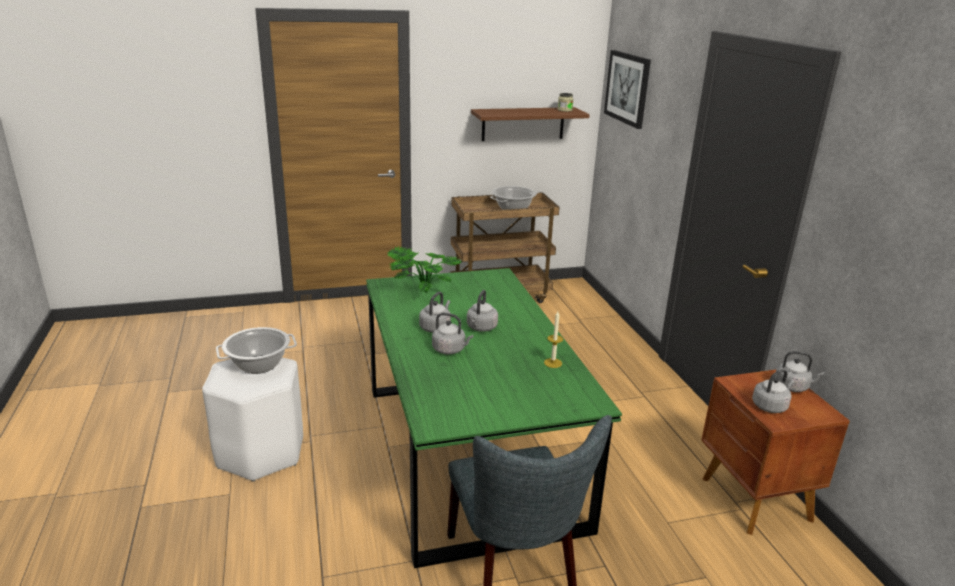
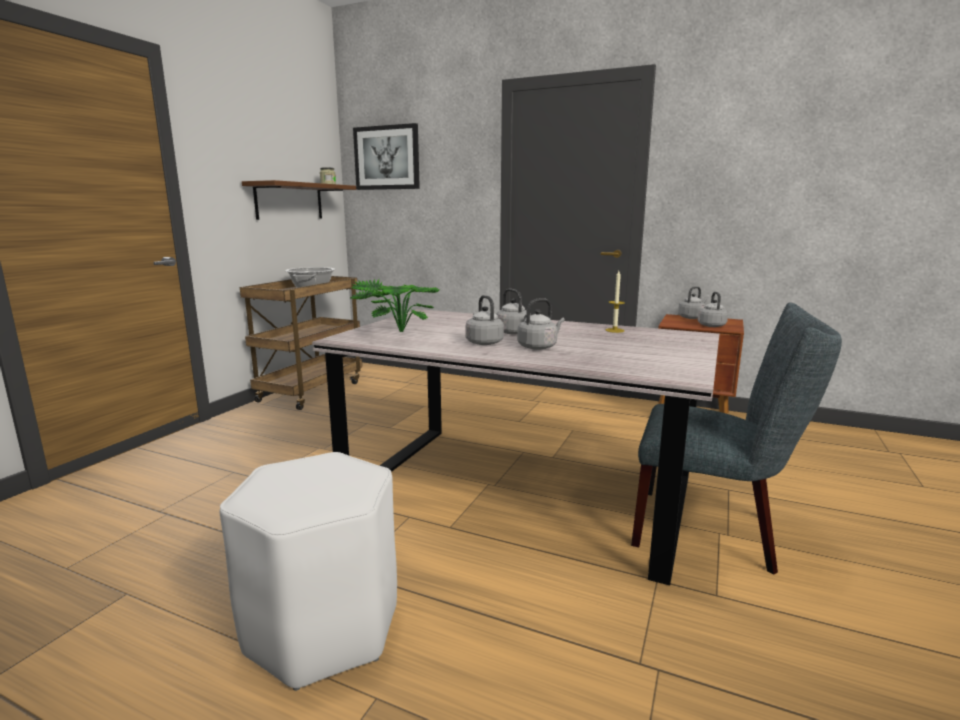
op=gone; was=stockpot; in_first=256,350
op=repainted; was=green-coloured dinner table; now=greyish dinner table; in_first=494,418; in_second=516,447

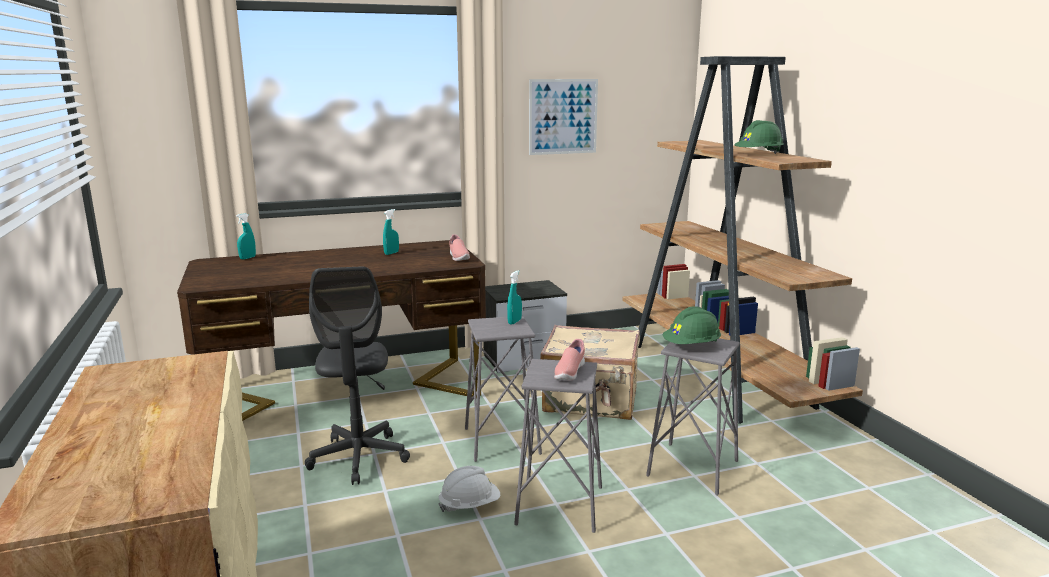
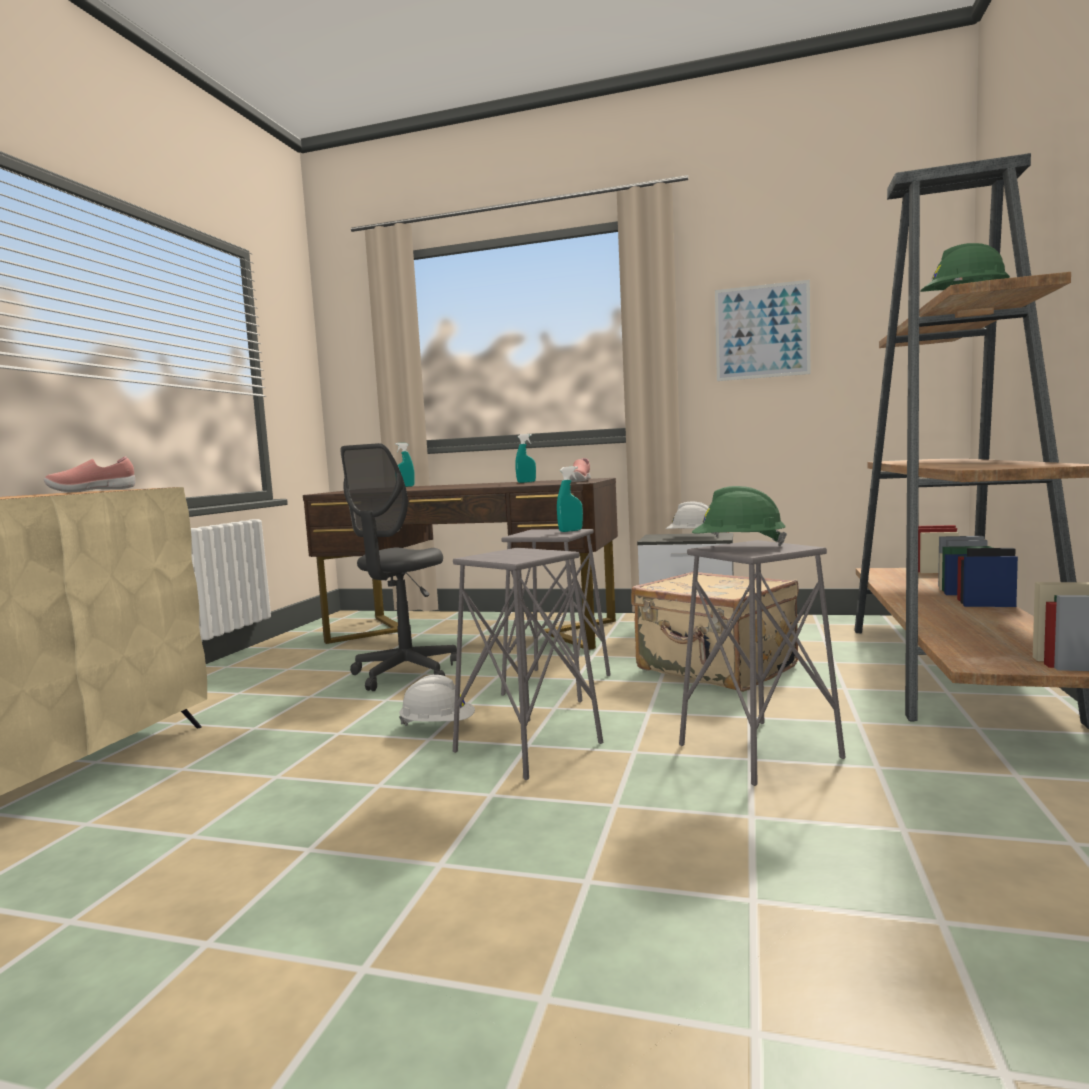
op=shifted; was=pink-coloured shoe; in_first=569,359; in_second=89,474
op=new; now=whitish work helmet; in_second=692,519

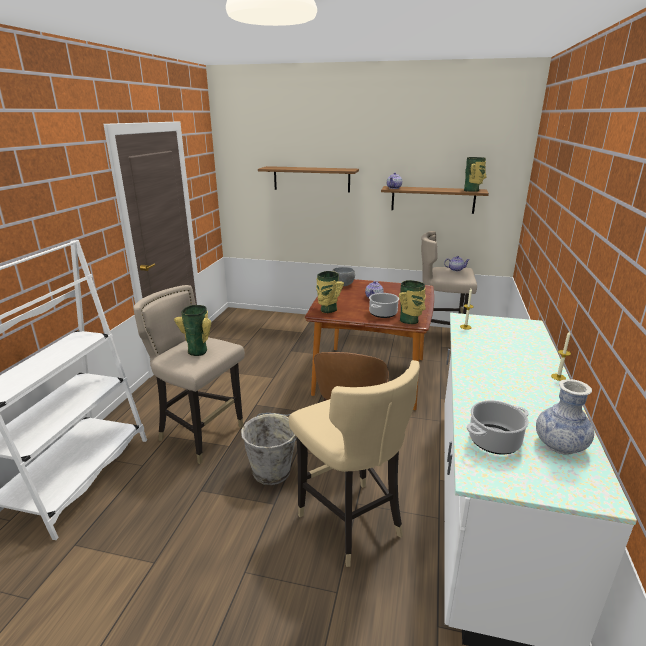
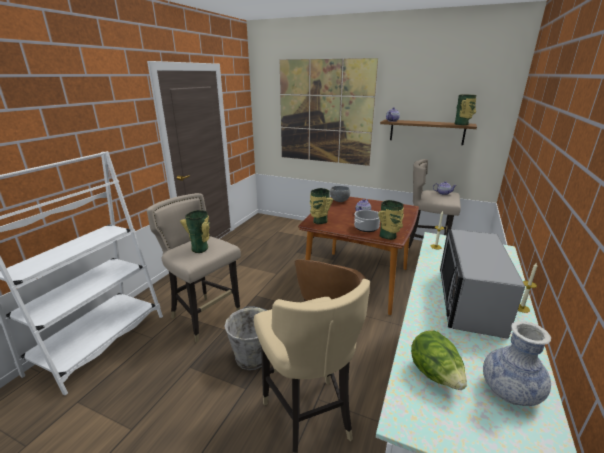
op=swapped; was=shelf; now=wall picture; in_first=308,179; in_second=329,112
op=swapped; was=stockpot; now=lettuce head; in_first=498,427; in_second=439,360
op=new; now=microwave oven; in_second=482,284

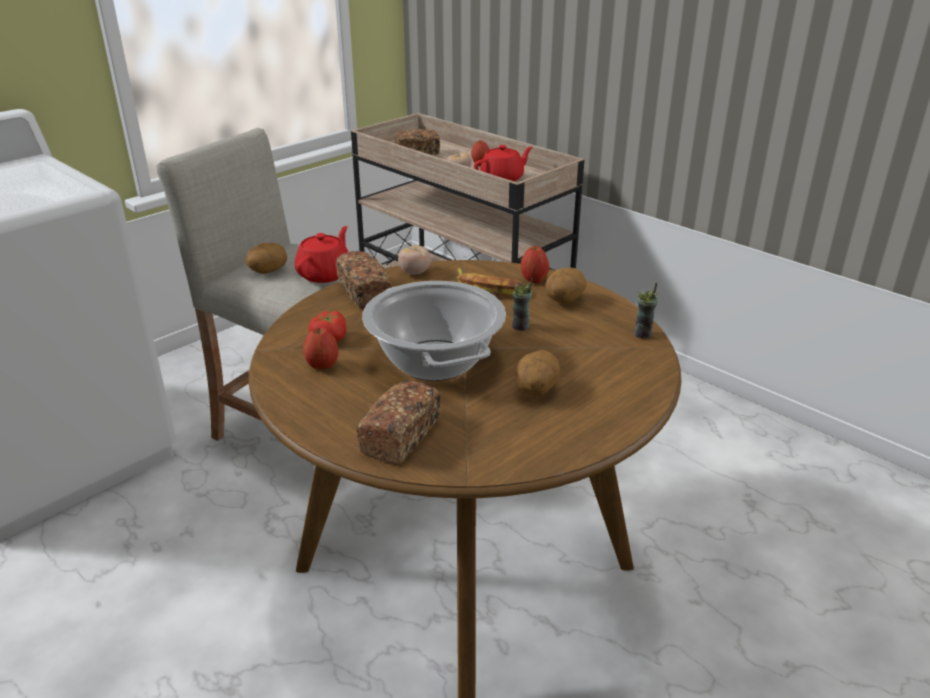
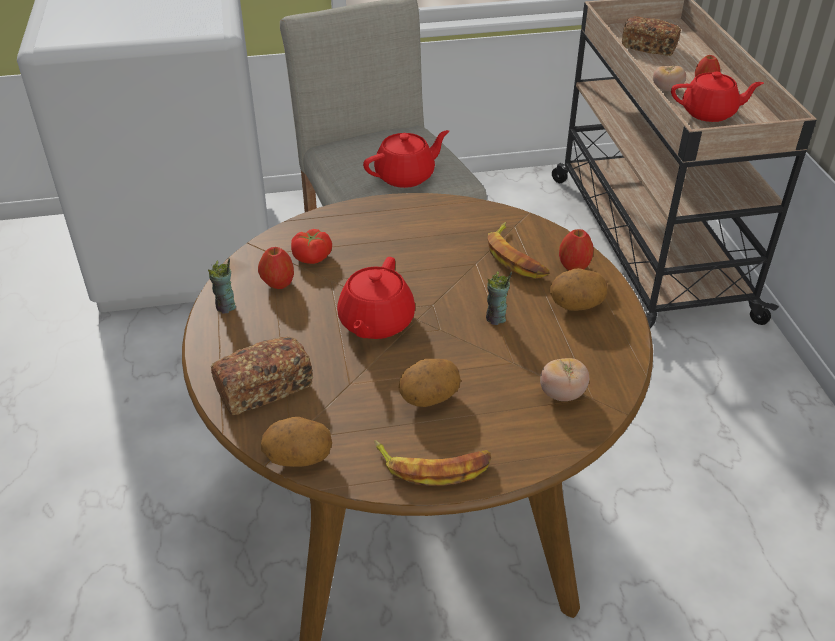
op=shifted; was=spud; in_first=266,258; in_second=296,442
op=gone; was=bread; in_first=364,280
op=swapped; was=stockpot; now=red pot for tea; in_first=434,331; in_second=376,298
op=shifted; was=whole tomato; in_first=414,260; in_second=564,379
op=shifted; was=cup; in_first=646,310; in_second=221,286
op=new; now=banana fruit; in_second=432,463

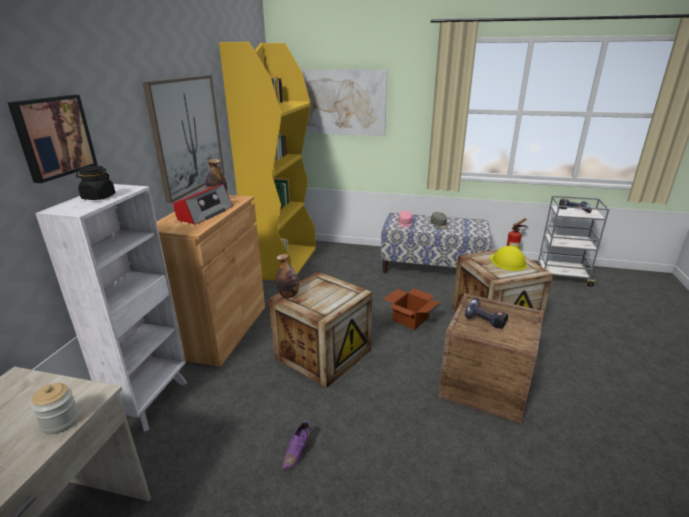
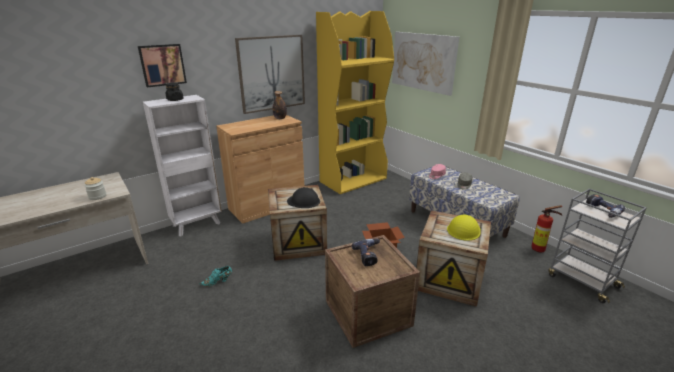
op=gone; was=radio receiver; in_first=203,204
op=gone; was=beverage bottle; in_first=287,276
op=repainted; was=purple shoe; now=blue-green shoe; in_first=296,446; in_second=215,276
op=new; now=black-coloured work helmet; in_second=303,197

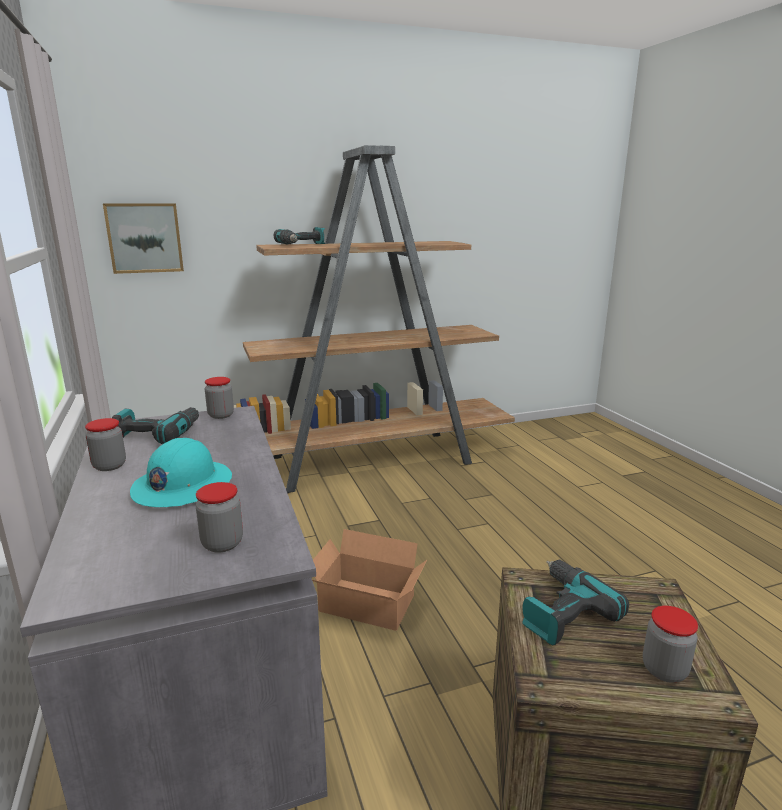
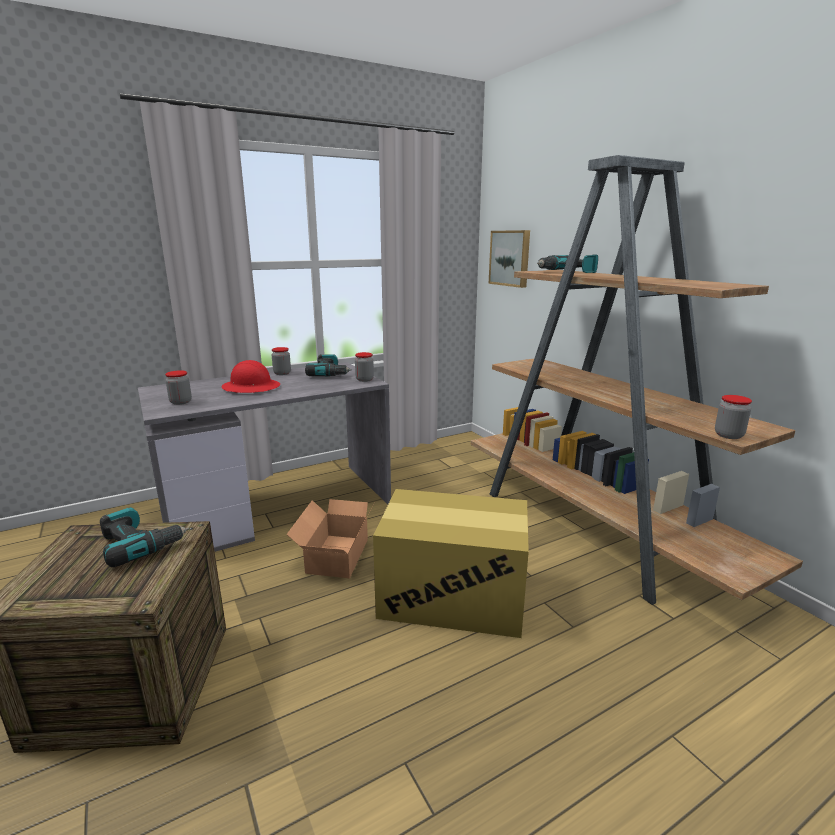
op=repainted; was=blue-green work helmet; now=red work helmet; in_first=181,472; in_second=251,376
op=shifted; was=storage jar; in_first=670,644; in_second=733,417
op=new; now=carton; in_second=451,563

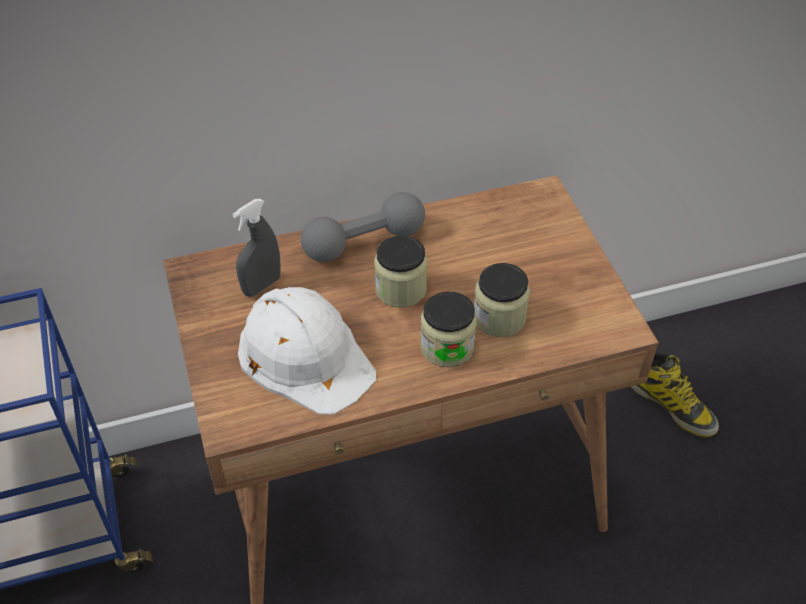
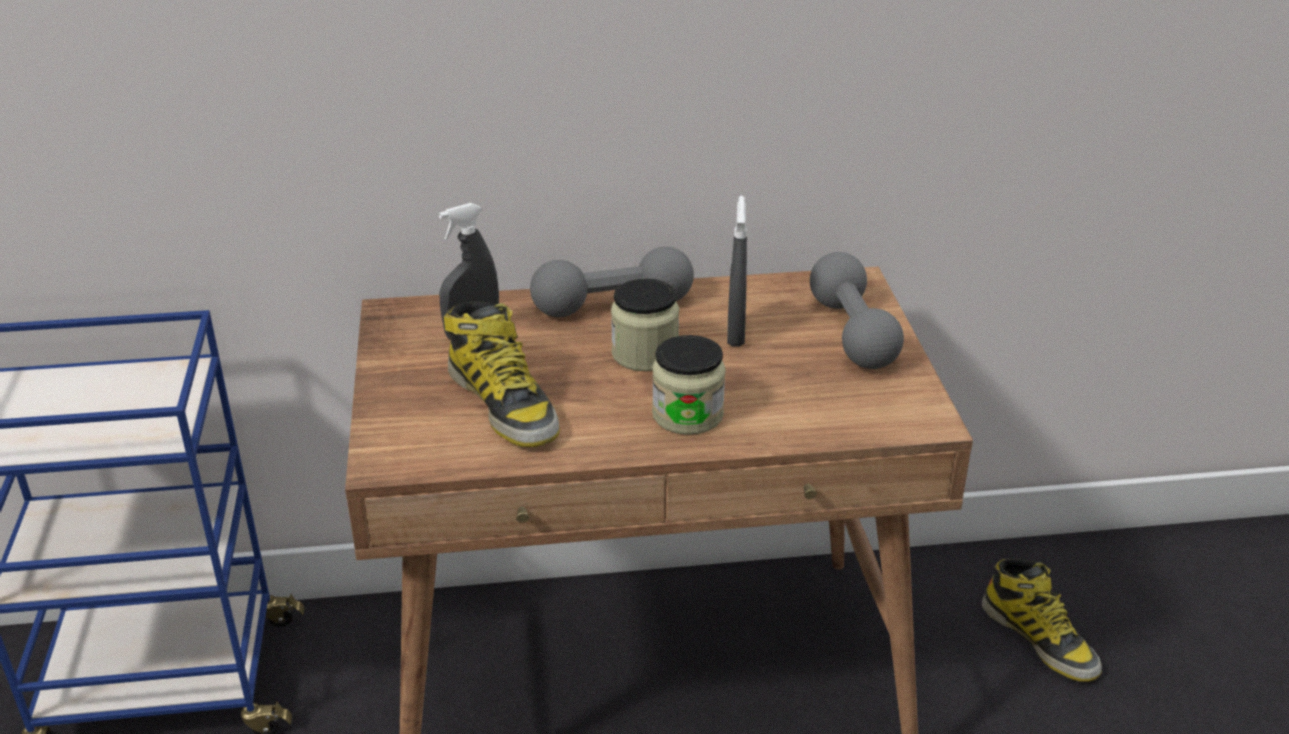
op=swapped; was=whitish work helmet; now=boot; in_first=307,351; in_second=502,374
op=gone; was=storage jar; in_first=502,300
op=new; now=greyish sprayer; in_second=737,271
op=new; now=greyish free weight; in_second=857,310

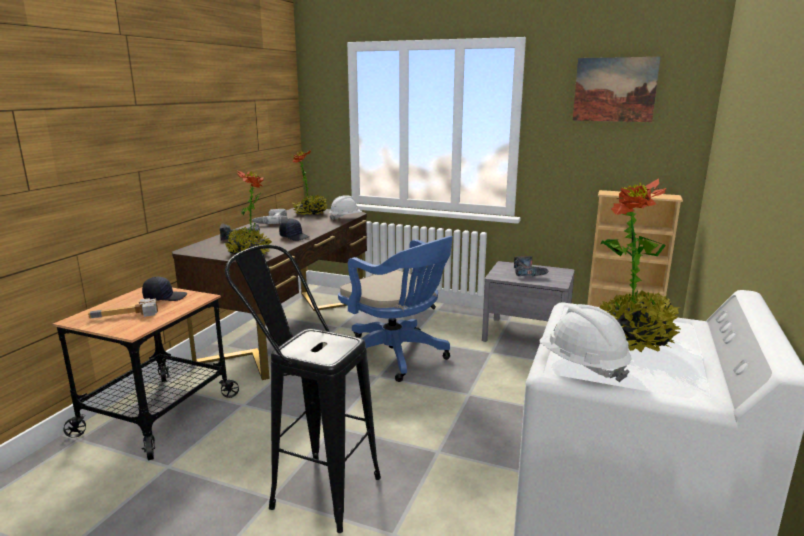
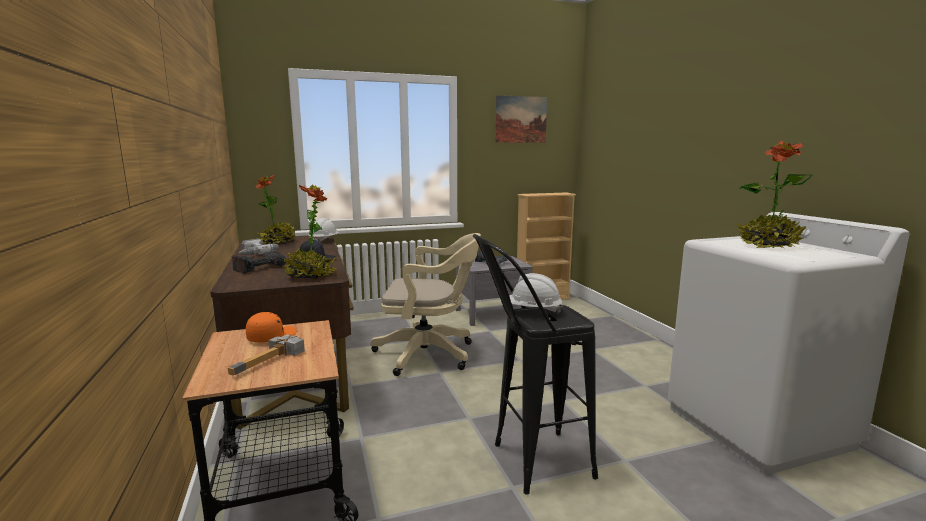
op=repainted; was=black-coloured peaked cap; now=orange-coloured peaked cap; in_first=164,289; in_second=271,327
op=repainted; was=blue computer chair; now=sand-coloured computer chair; in_first=395,309; in_second=425,304
op=shifted; was=whitish work helmet; in_first=586,343; in_second=536,293

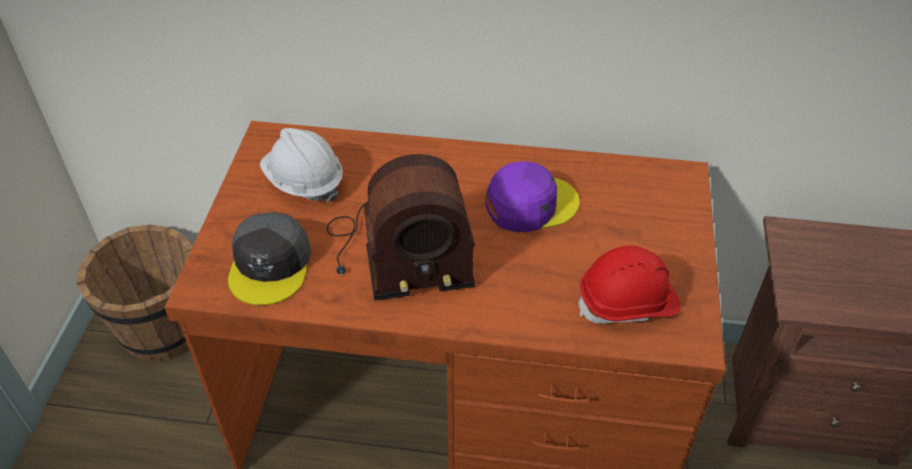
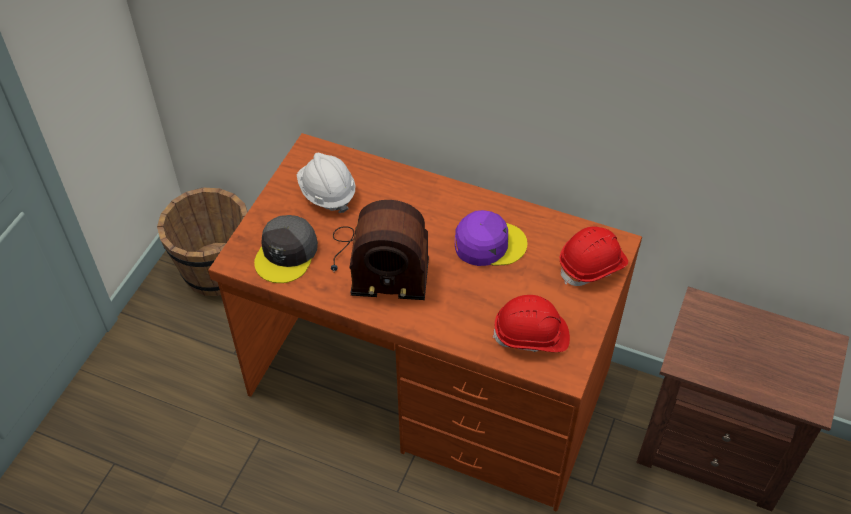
op=new; now=red work helmet; in_second=594,256

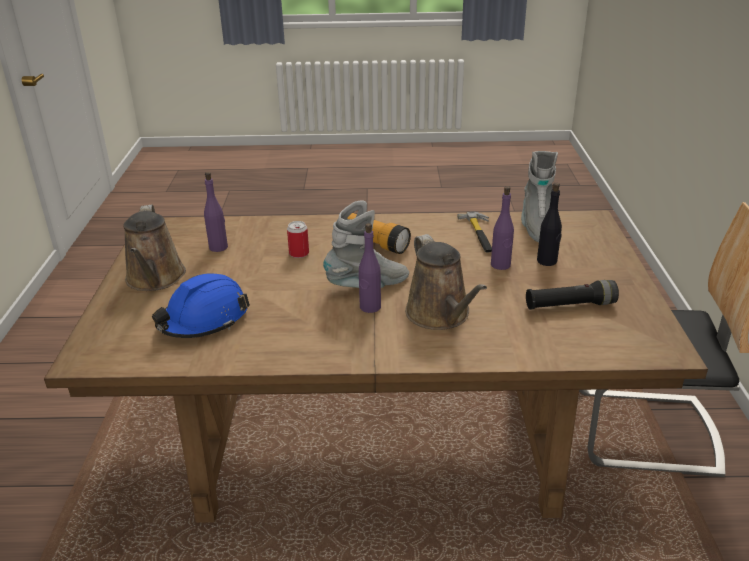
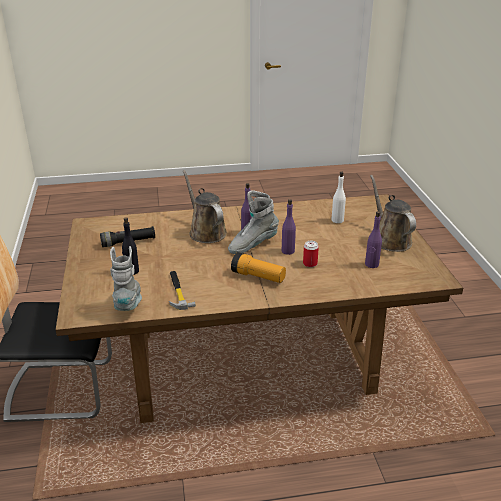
op=swapped; was=blue work helmet; now=whitish beverage bottle; in_first=201,305; in_second=338,197
op=shifted; was=purple beverage bottle; in_first=502,228; in_second=289,227

